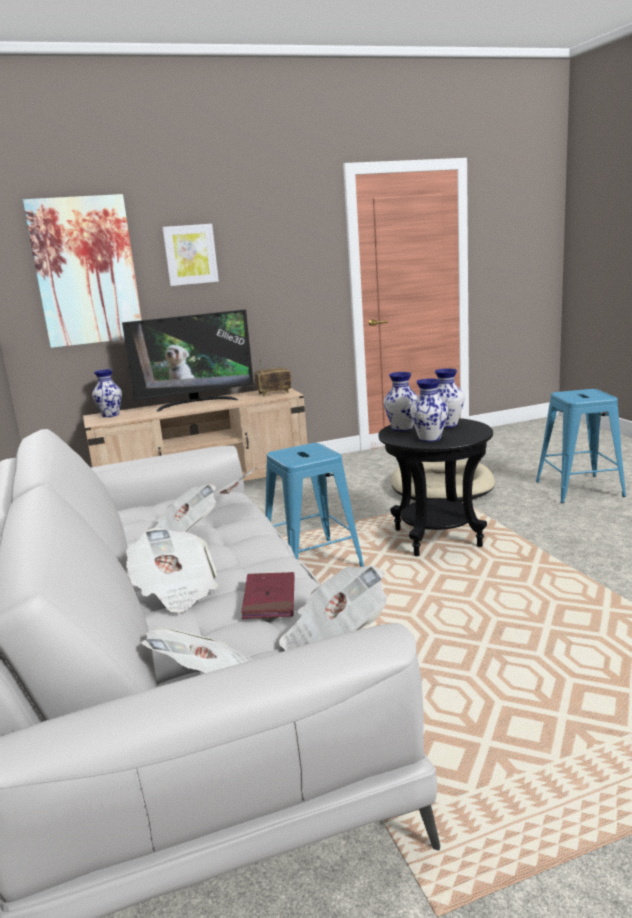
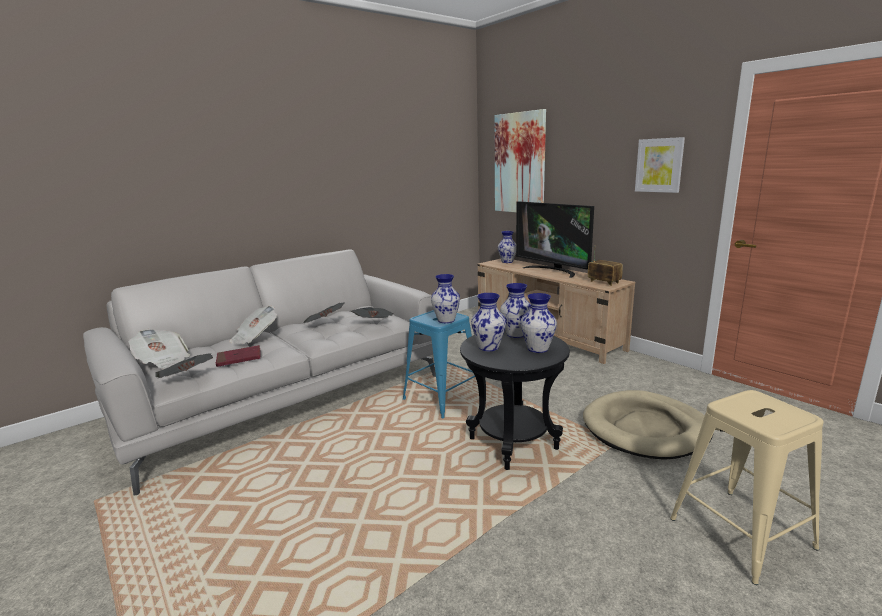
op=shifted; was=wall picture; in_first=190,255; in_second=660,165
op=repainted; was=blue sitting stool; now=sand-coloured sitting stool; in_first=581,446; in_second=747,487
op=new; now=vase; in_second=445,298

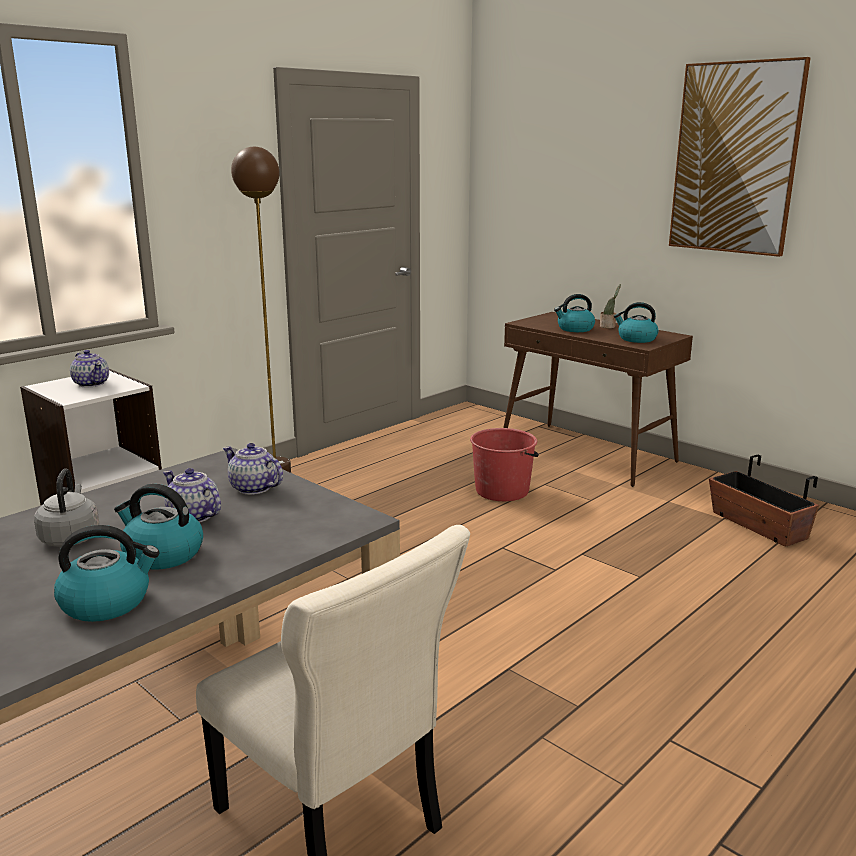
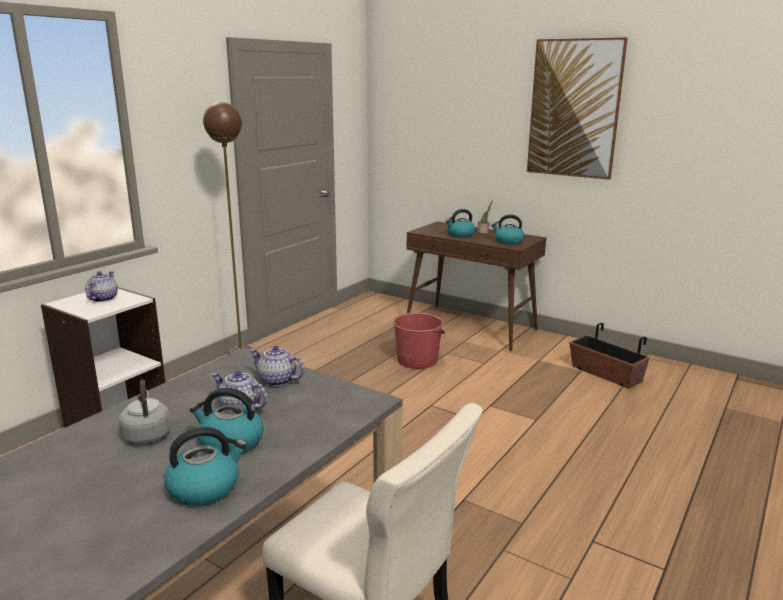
op=rotated; was=pot for tea; in_first=89,368; in_second=101,286; clockwise=-120

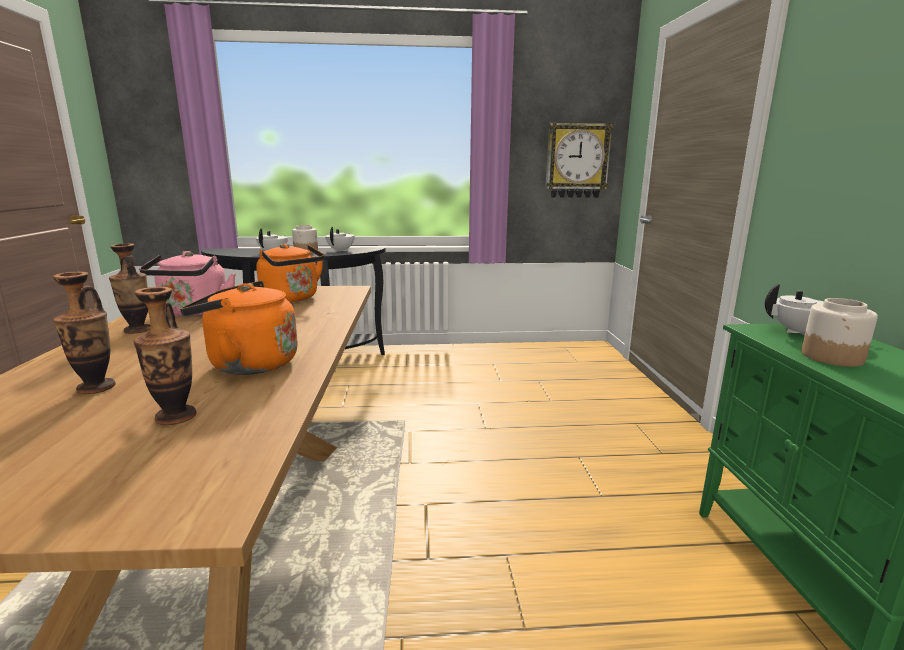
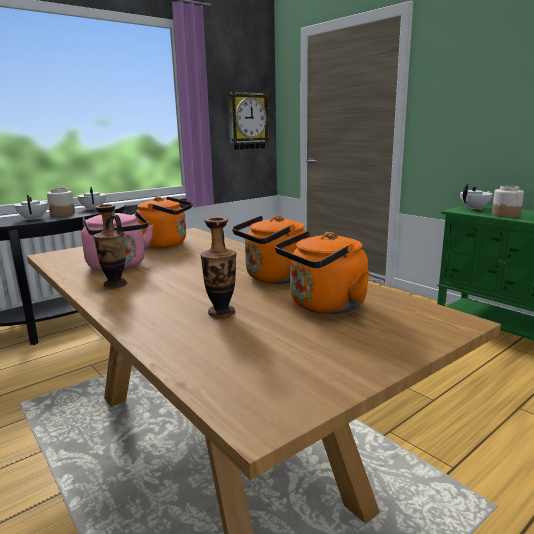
op=swapped; was=vase; now=orange-coloured water kettle; in_first=165,356; in_second=322,272

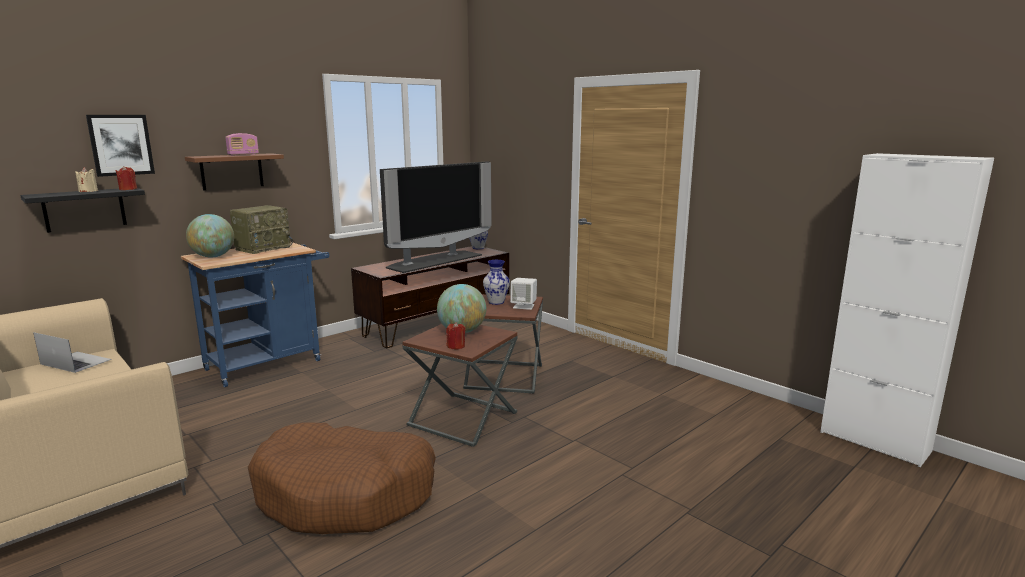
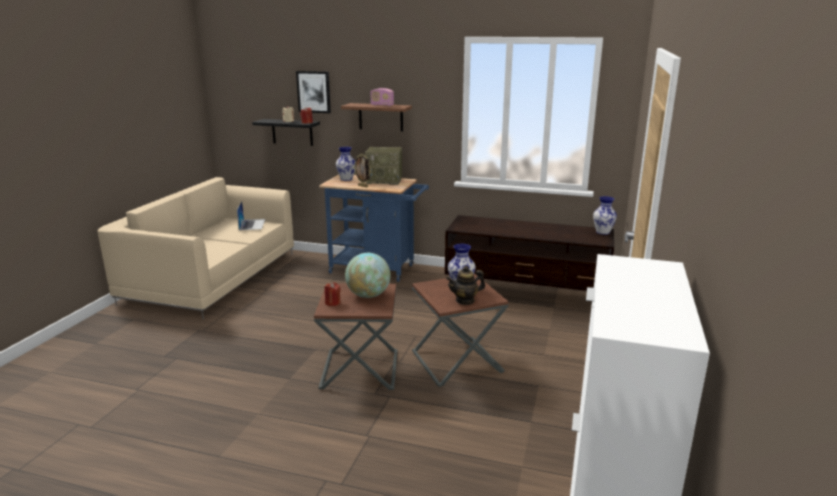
op=swapped; was=desk globe; now=vase; in_first=210,236; in_second=346,164
op=gone; was=brown pet bed; in_first=342,478
op=gone; was=television; in_first=436,217
op=swapped; was=whitish audio speaker; now=pot for tea; in_first=523,294; in_second=465,285
op=new; now=standing frame; in_second=362,170

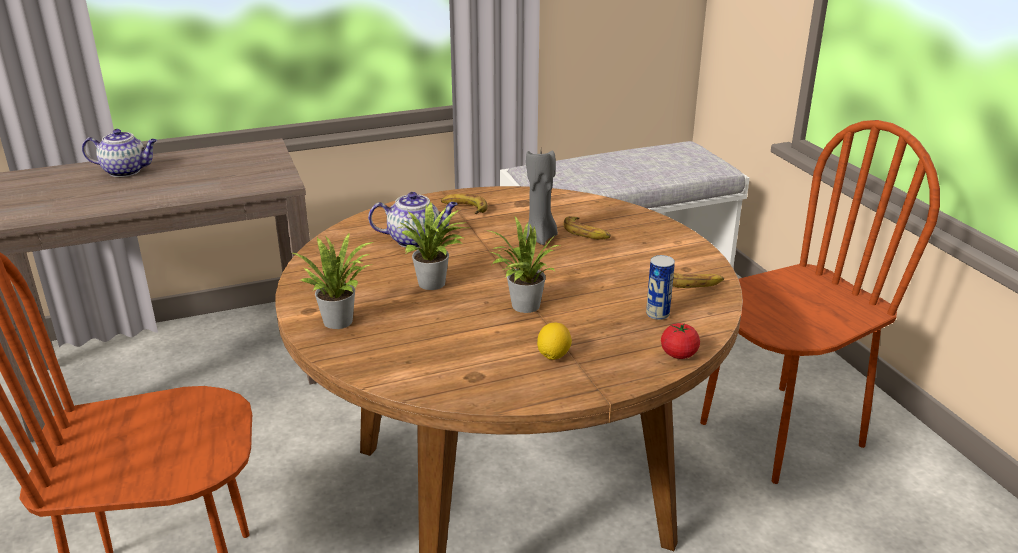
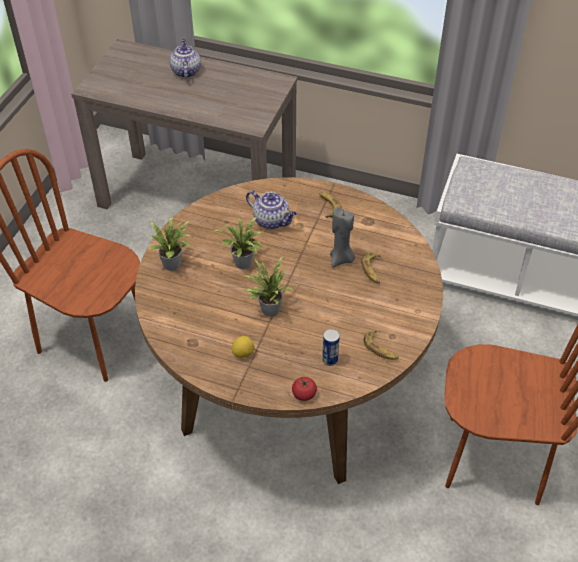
op=rotated; was=pot for tea; in_first=119,153; in_second=185,58; clockwise=-135

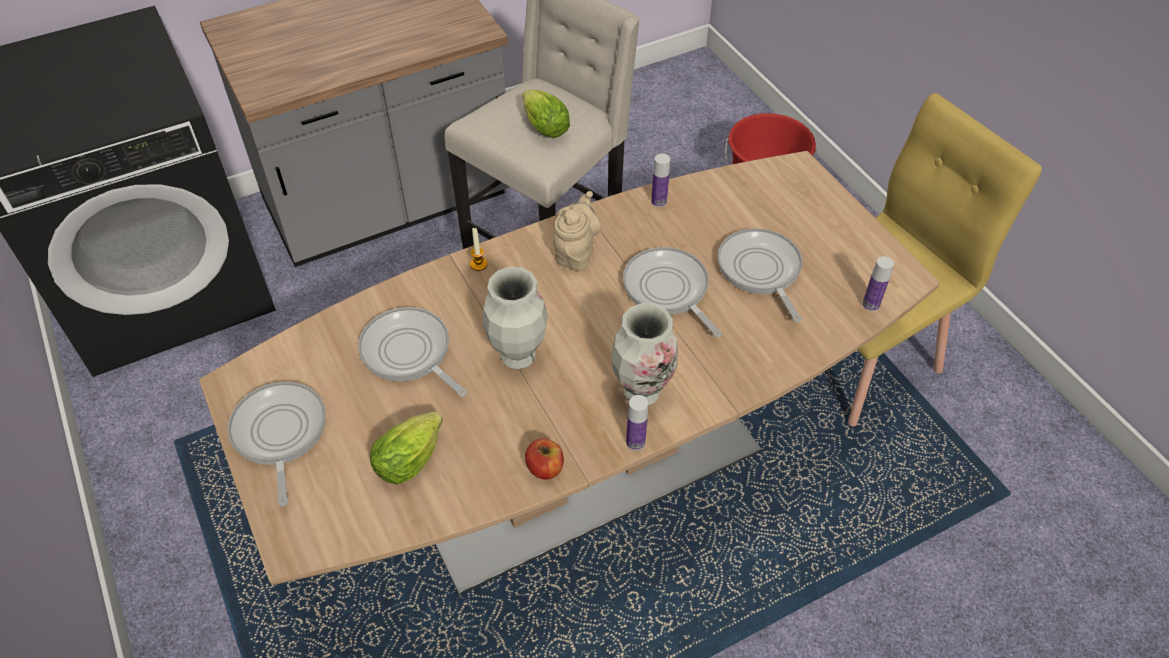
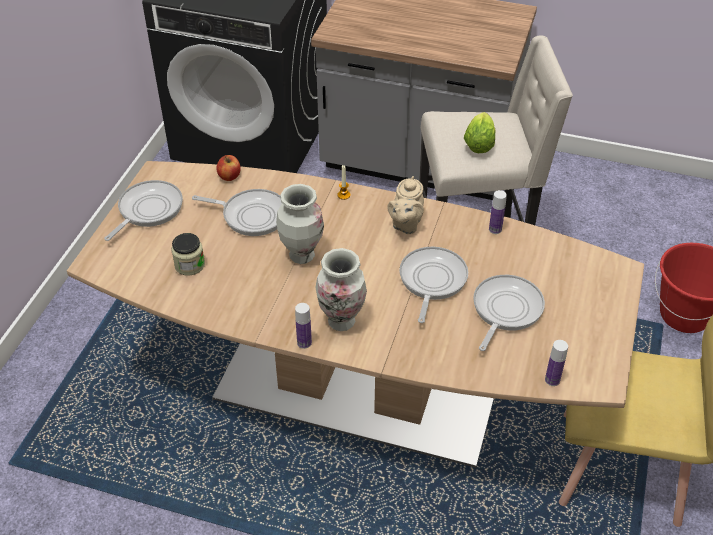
op=rotated; was=skillet; in_first=412,352; in_second=237,212; clockwise=105
op=swapped; was=lettuce head; now=storage jar; in_first=406,448; in_second=188,254
op=shifted; was=whole apple; in_first=544,459; in_second=229,168
op=rotated; was=sand-coloured pot for tea; in_first=577,231; in_second=405,205; clockwise=135

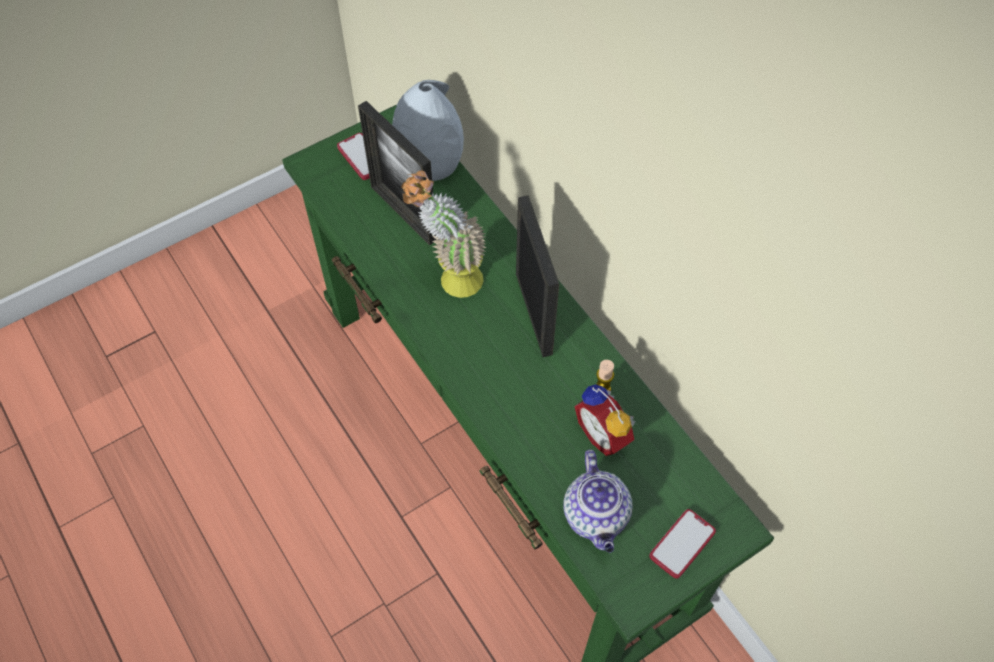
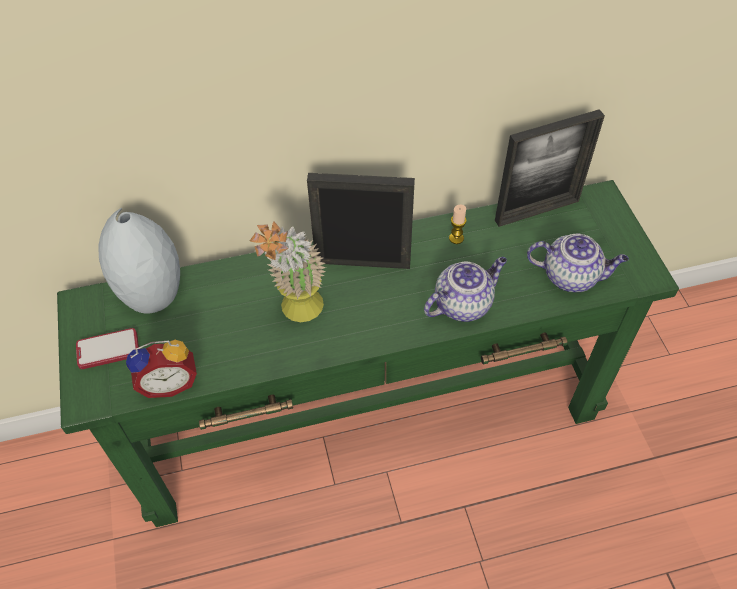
op=shifted; was=standing frame; in_first=397,173; in_second=550,168
op=shifted; was=table clock; in_first=604,420; in_second=161,369
op=gone; was=telephone; in_first=682,544
op=new; now=pot for tea; in_second=465,289

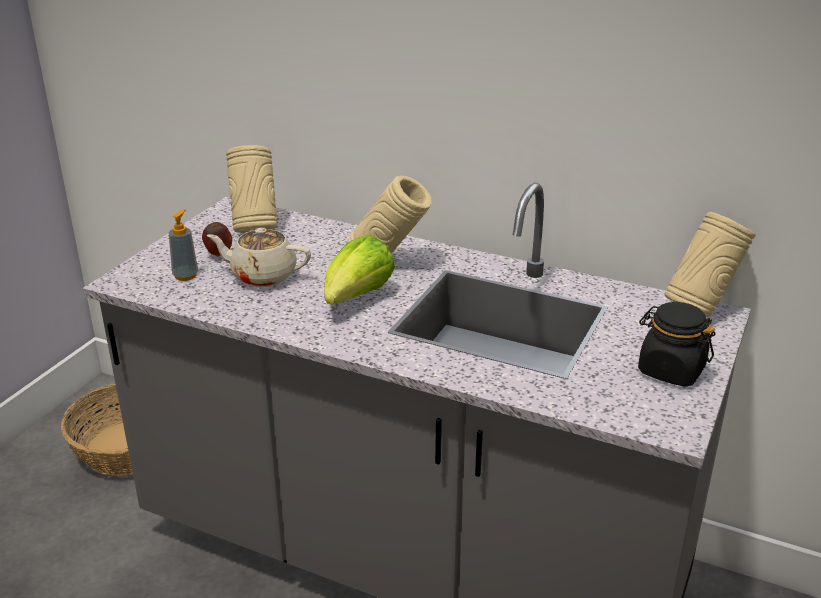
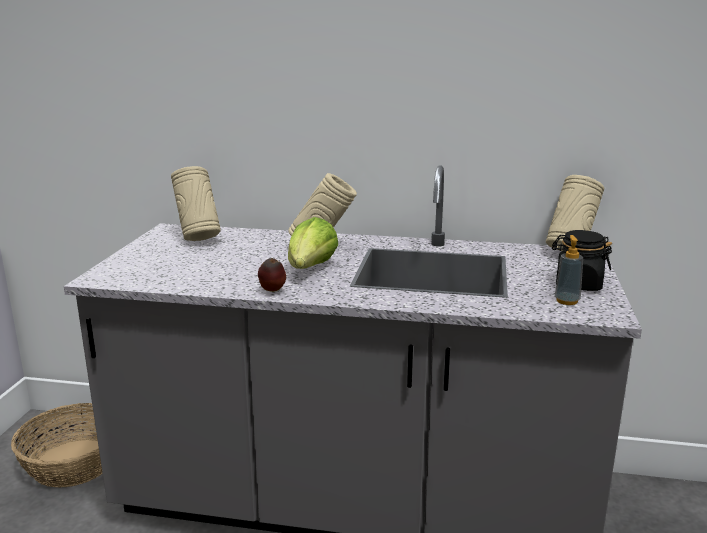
op=shifted; was=liquid soap bottle; in_first=183,245; in_second=569,270
op=shifted; was=whole apple; in_first=217,239; in_second=272,275
op=gone; was=sand-coloured pot for tea; in_first=259,257

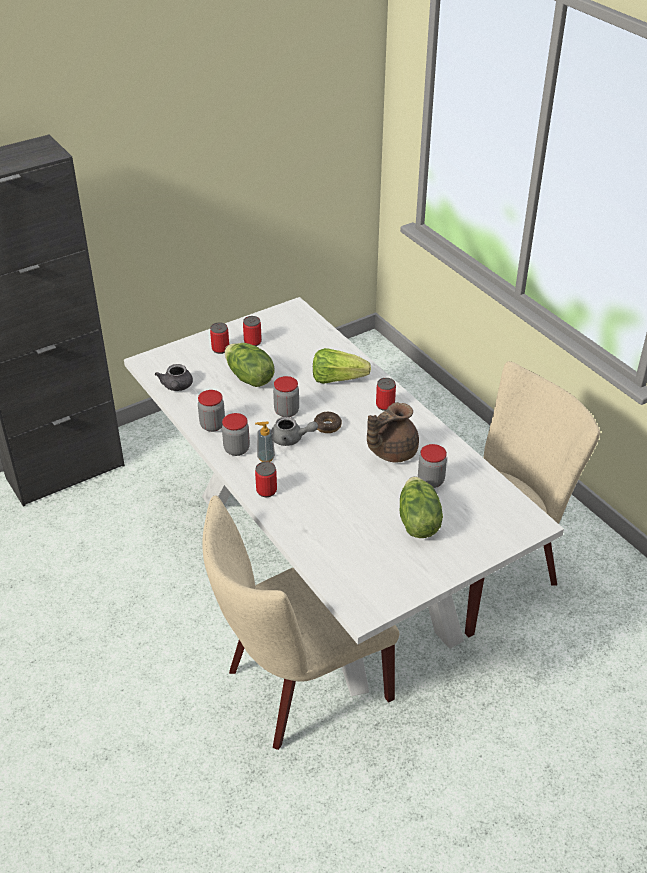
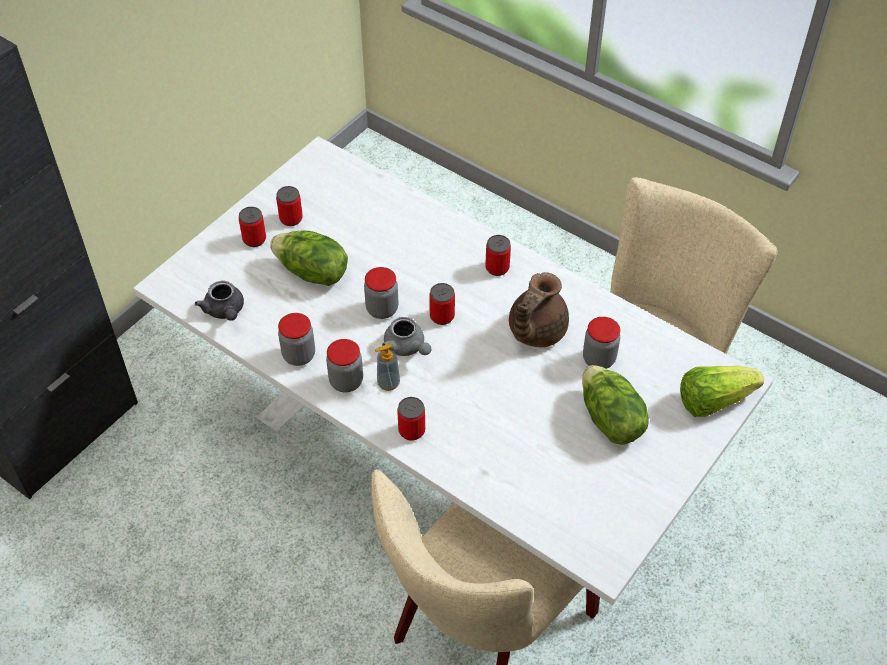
op=rotated; was=greyish pot for tea; in_first=295,431; in_second=406,336; clockwise=60
op=shifted; was=lettuce head; in_first=342,366; in_second=722,391
op=swapped; was=ring doughnut; now=sealed can; in_first=328,422; in_second=442,304

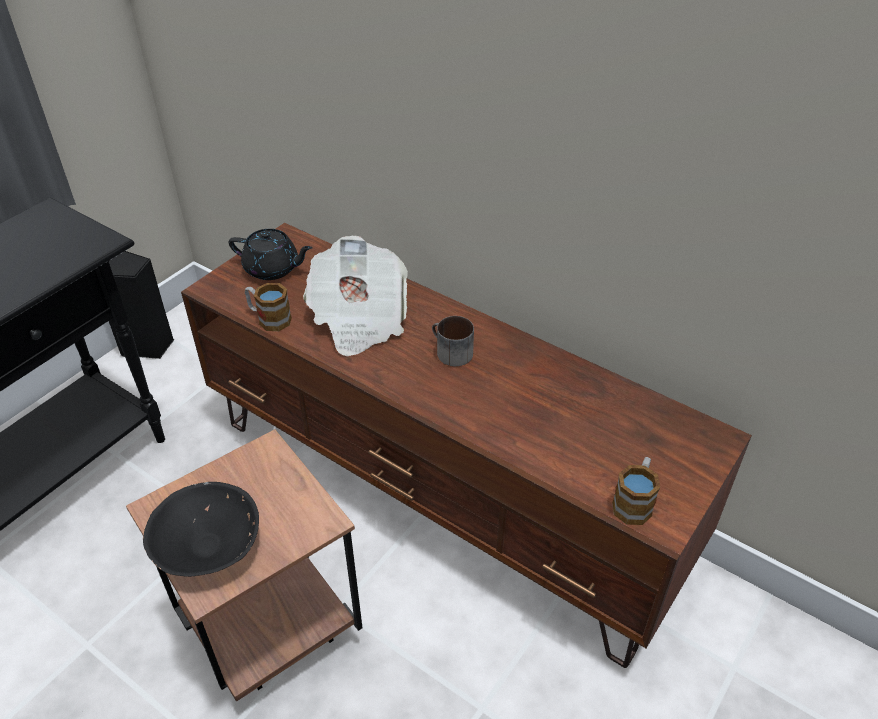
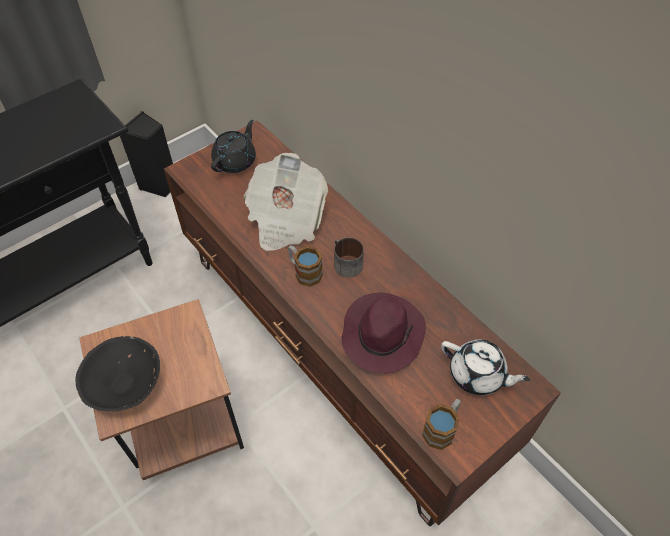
op=rotated; was=black-coloured pot for tea; in_first=270,254; in_second=233,146; clockwise=-90
op=shifted; was=mug; in_first=268,307; in_second=305,266
op=new; now=purple wearable hat; in_second=383,332
op=new; now=whitish pot for tea; in_second=485,367

